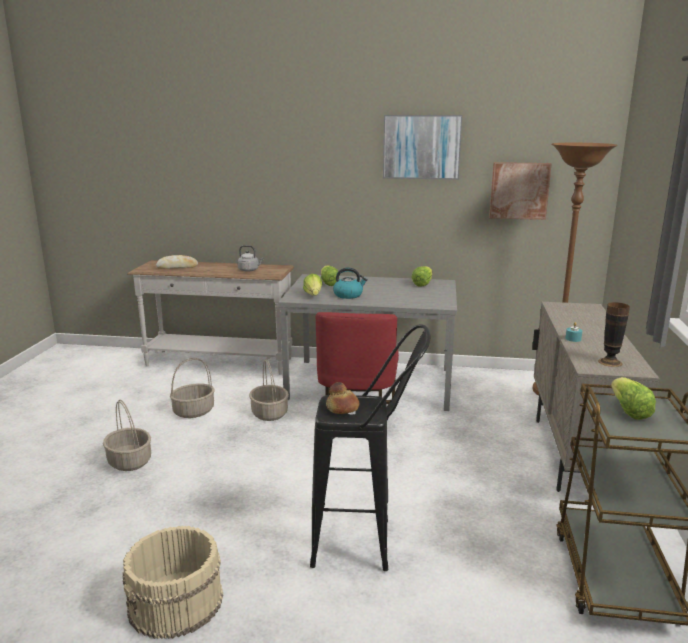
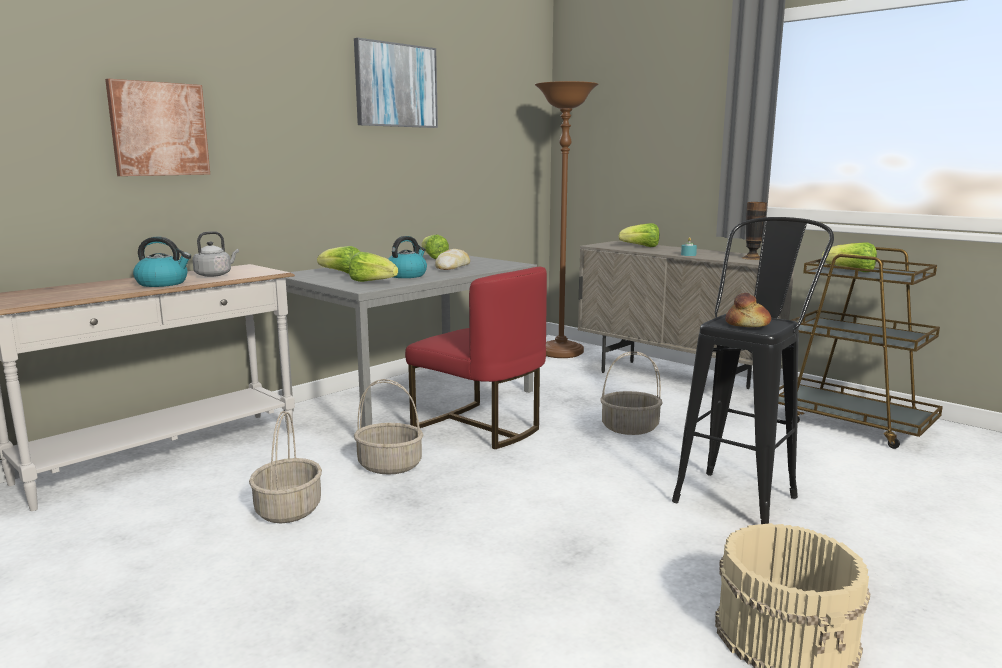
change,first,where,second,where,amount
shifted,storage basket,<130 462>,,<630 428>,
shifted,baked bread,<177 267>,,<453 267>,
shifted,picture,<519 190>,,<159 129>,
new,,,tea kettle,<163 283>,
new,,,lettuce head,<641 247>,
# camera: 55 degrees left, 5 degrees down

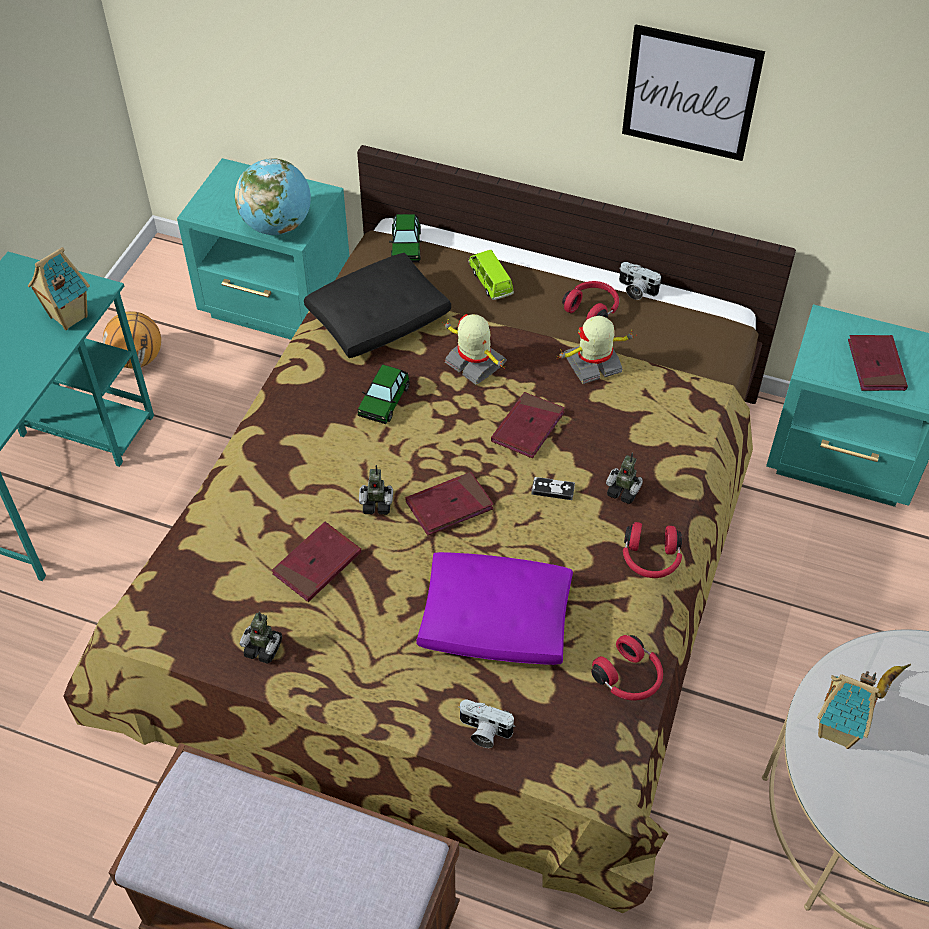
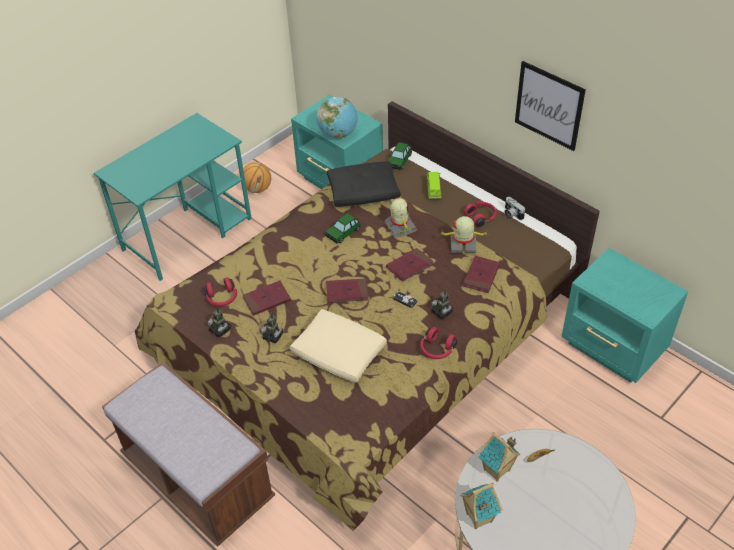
change,first,where,second,where,amount
shifted,model house,<67 317>,,<478 517>,
shifted,model robot,<377 504>,,<273 336>,
repainted,cushion (purple),<497 620>,cushion (beige),<339 353>,
gone,photo camera,<483 732>,,,
shifted,pair of headphones (red-coloured),<629 678>,,<222 298>,
shifted,bound book (red-coloured),<876 365>,,<481 276>,
# camera: 25 degrees right, 5 degrees down

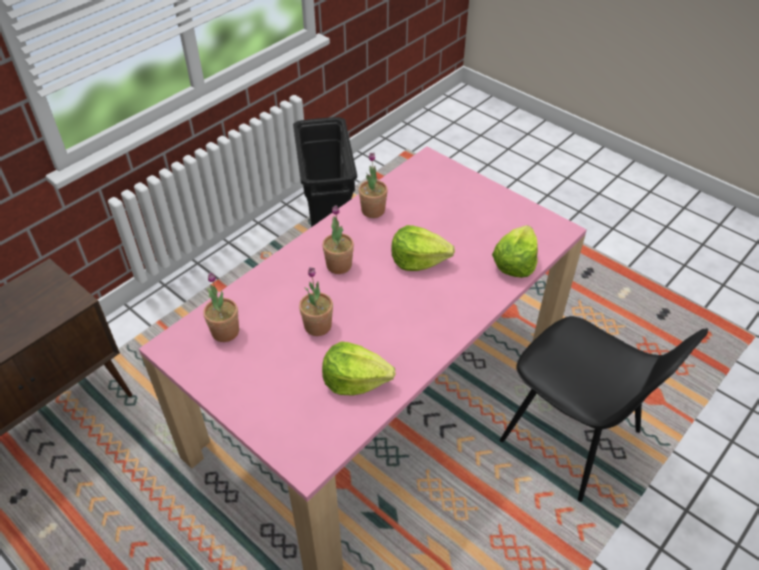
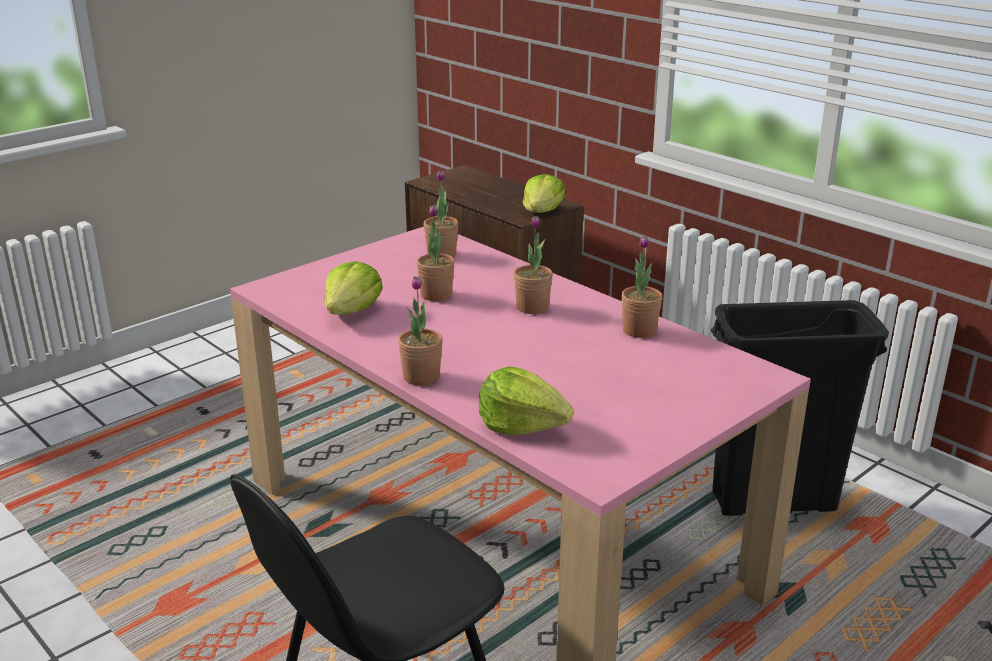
change,first,where,second,where,amount
shifted,lettuce head,<418 260>,,<542 212>,
new,,,potted plant,<421 377>,
# camera: 95 degrees right, 20 degrees down

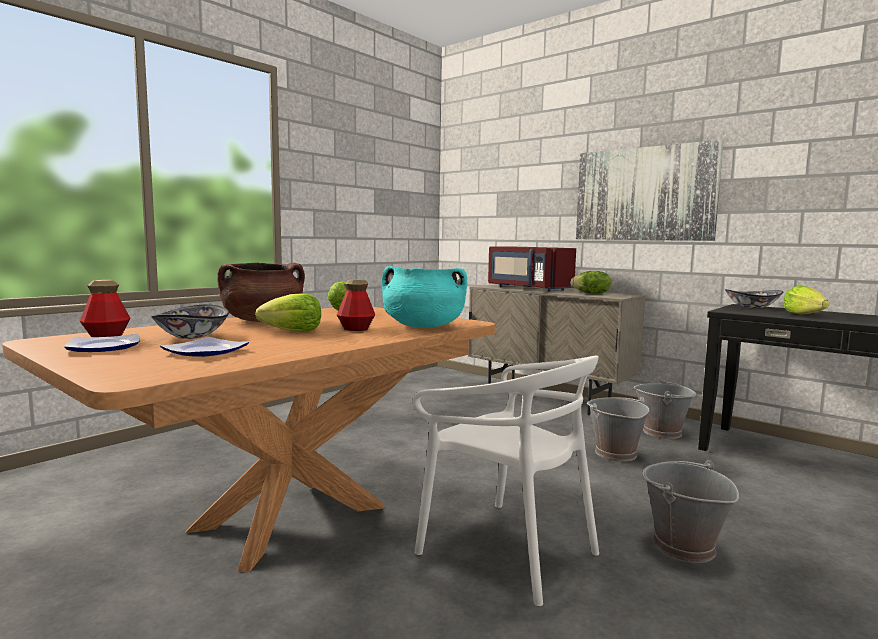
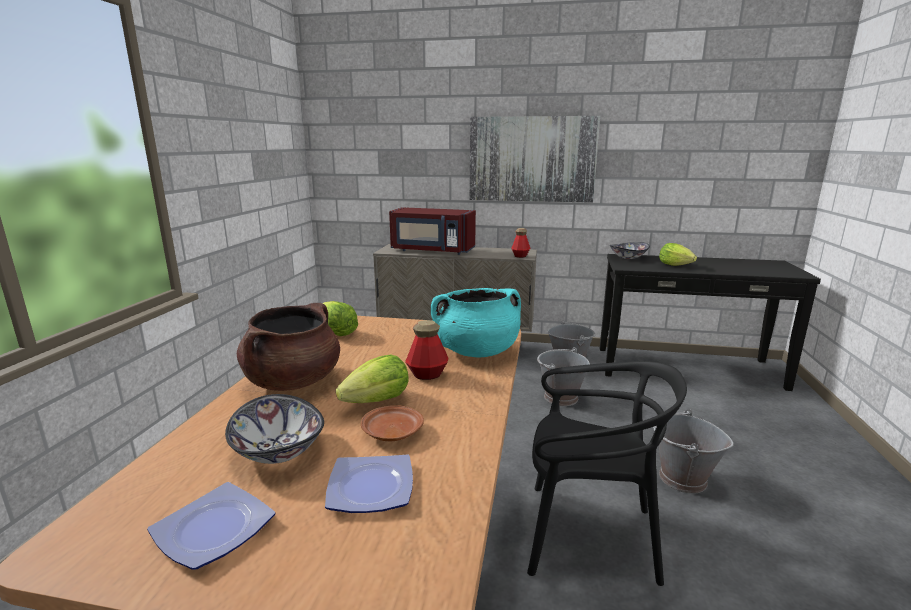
change,first,where,second,where,amount
shifted,beverage bottle,<106 336>,,<520 256>,
repainted,chair (whitish),<508 550>,chair (black),<588 535>,
gone,lettuce head,<591 293>,,,
new,,,dinner plate (brown),<391 432>,
# camera: 30 degrees left, 10 degrees up

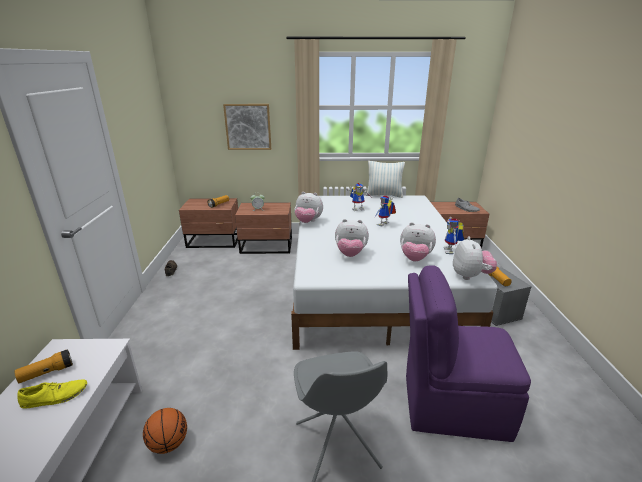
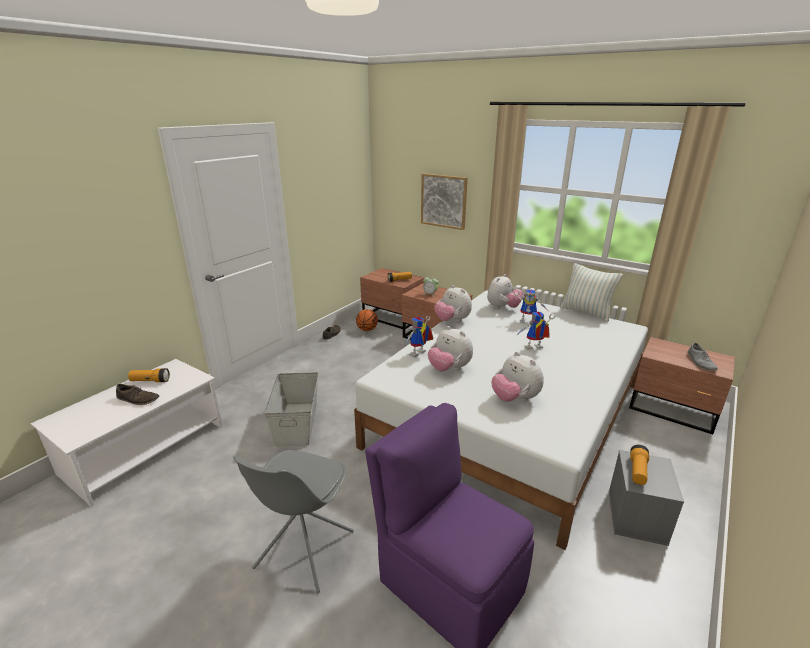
change,first,where,second,where,amount
repainted,shoe (yellowish),<55 397>,shoe (brown),<138 399>,
shifted,basketball ball,<168 444>,,<367 329>,
shifted,model robot,<451 251>,,<418 354>,
shifted,plush toy,<470 276>,,<503 308>,
new,,,storage bin (gray),<297 423>,
# camera: 35 degrees right, 0 degrees up

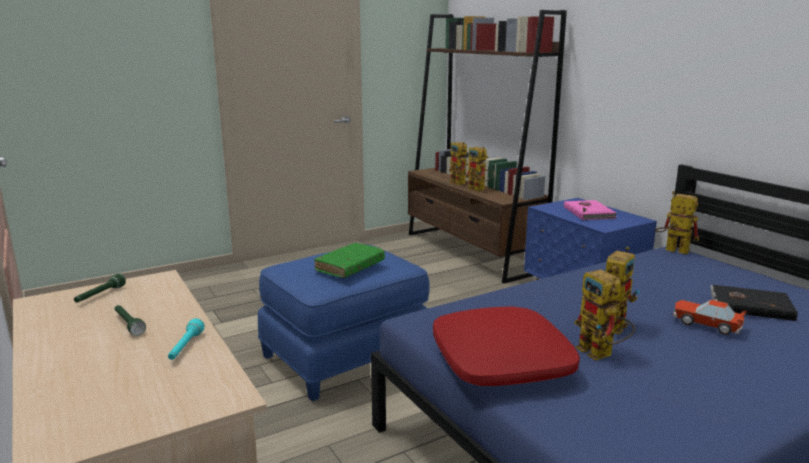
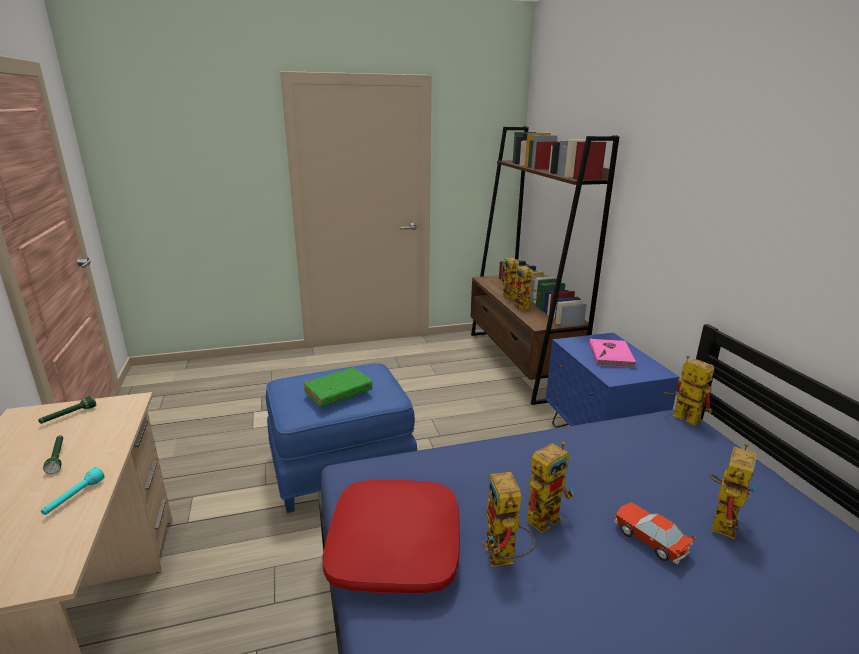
change,first,where,second,where,amount
swapped,bound book (black),<750 305>,model robot,<721 519>,
# camera: 15 degrees right, 5 degrees up

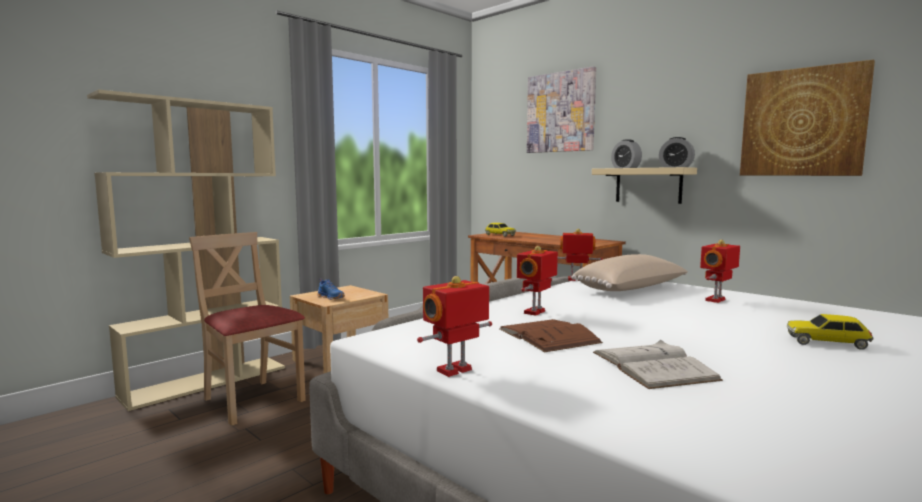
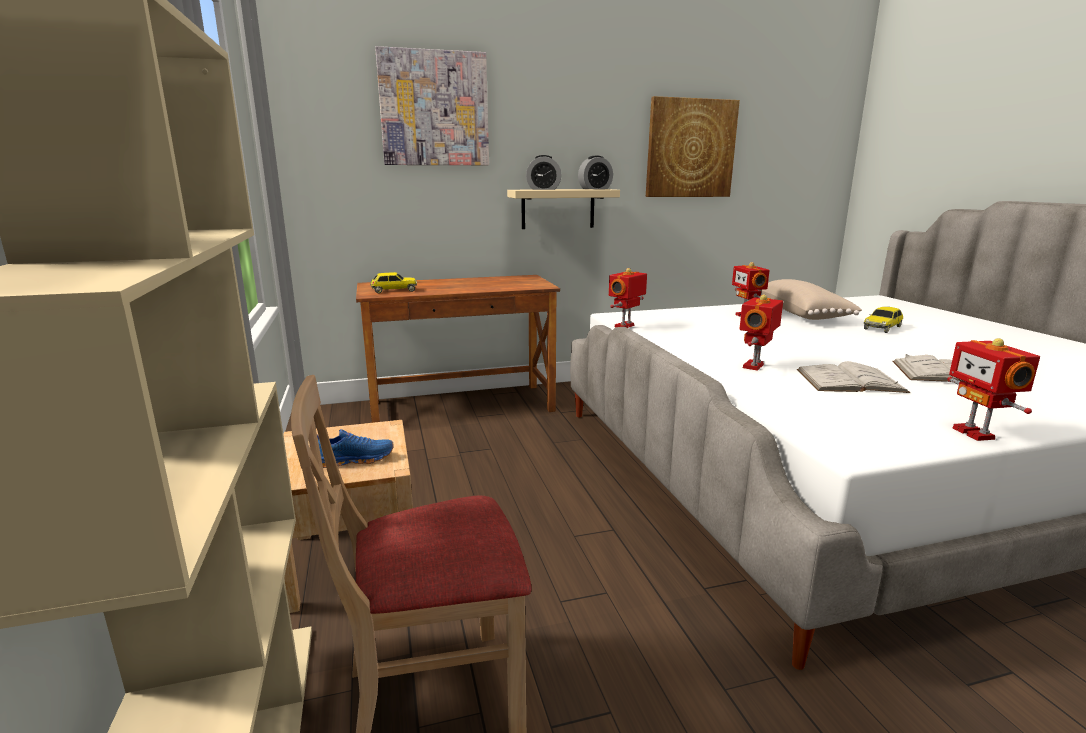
change,first,where,second,where,amount
repainted,bound book (brown),<548 336>,bound book (whitish),<850 381>,
rotated,model robot,<536 312>,,<755 366>,60 degrees clockwise
shifted,cushion (beige),<631 289>,,<803 314>,
# camera: 60 degrees left, 10 degrees up

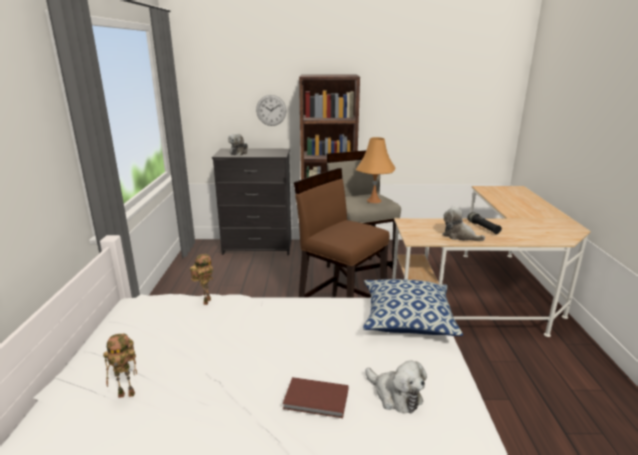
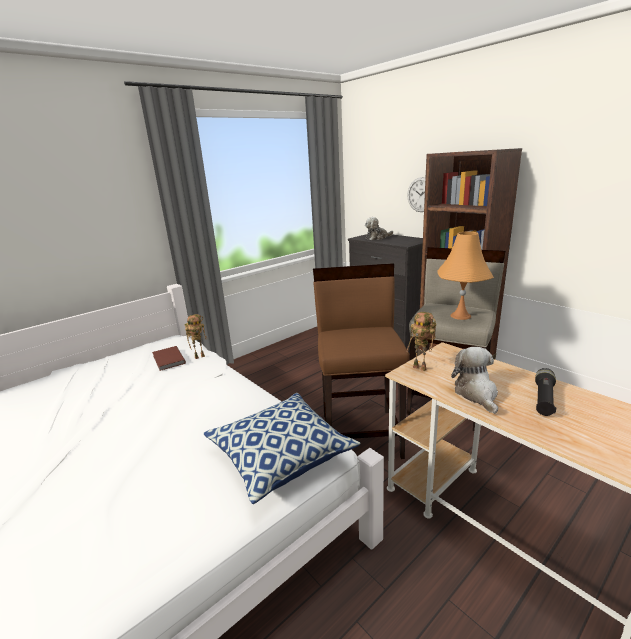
change,first,where,second,where,amount
shifted,model robot,<128 393>,,<421 368>,
shifted,bound book (brown),<317 400>,,<168 360>,
gone,plush toy,<395 395>,,,
# camera: 50 degrees right, 0 degrees up

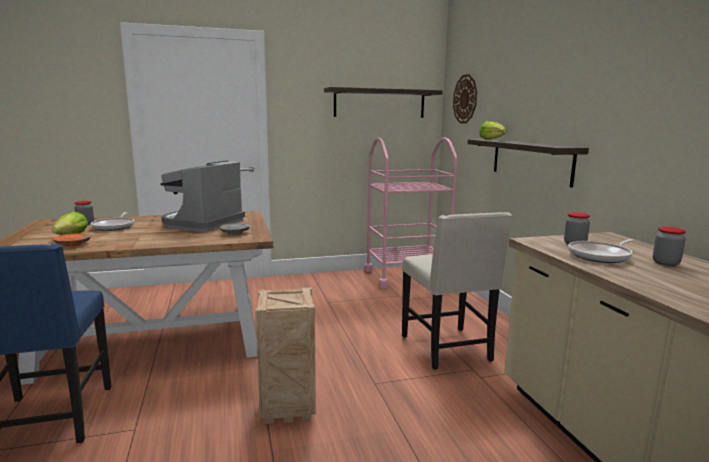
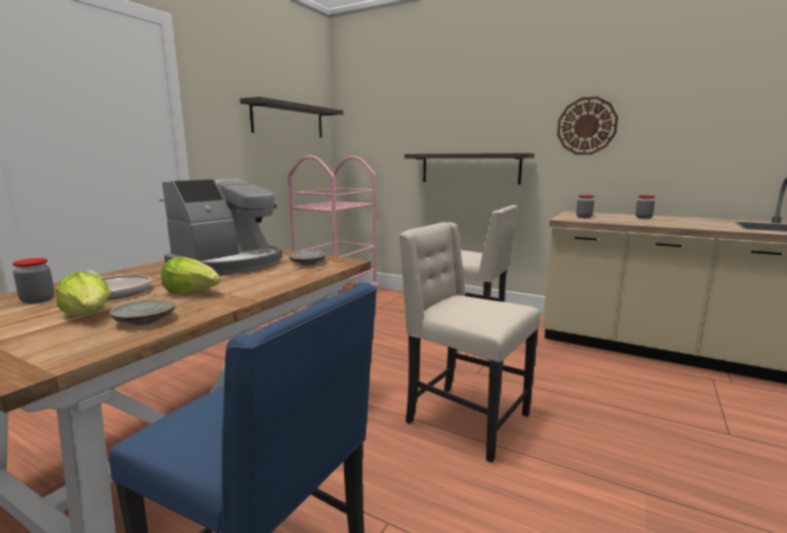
change,first,where,second,where,amount
repainted,dinner plate (orangey),<73 244>,dinner plate (gray),<145 320>,
rotated,coffee brewer,<202 223>,,<229 264>,120 degrees counterclockwise
swapped,shipping crate,<289 407>,chair (beige),<464 419>,
shifted,hanging clock,<465 99>,,<586 126>,
shifted,lettuce head,<492 139>,,<193 292>,
gone,pan,<601 256>,,,
# camera: 45 degrees left, 0 degrees up

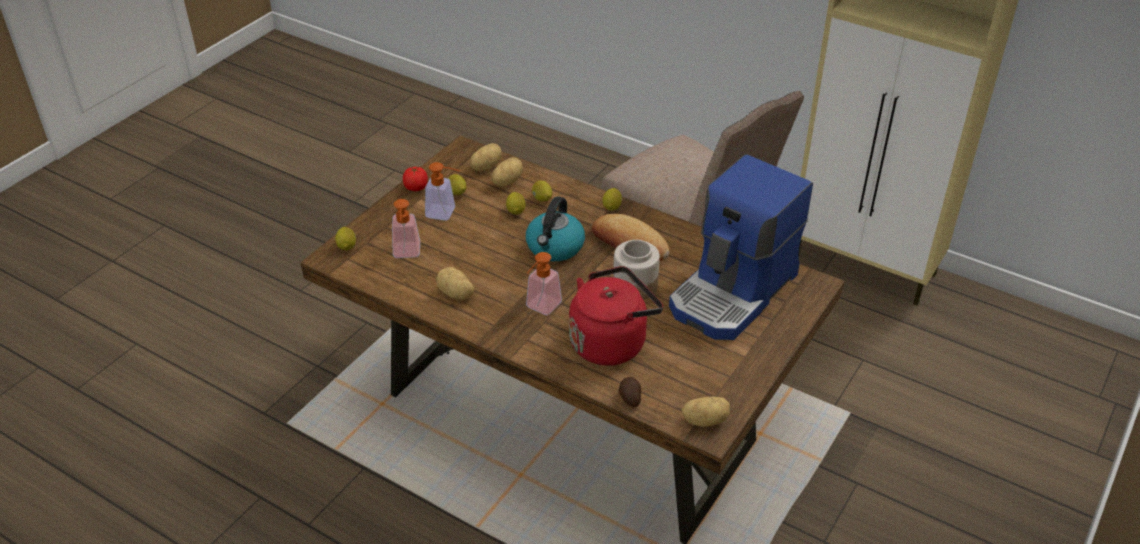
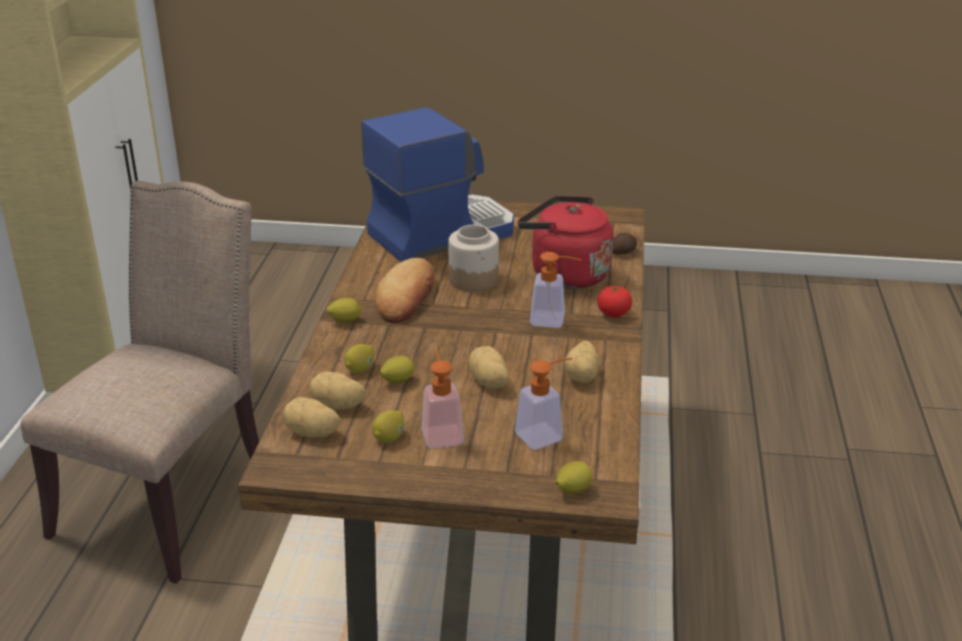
change,first,where,second,where,amount
shifted,fresh tomato,<416 188>,,<614 313>,
gone,tea kettle,<555 247>,,,
rotated,coffee brewer,<734 293>,,<441 233>,45 degrees counterclockwise
shifted,whole potato,<705 420>,,<488 382>,
# camera: 115 degrees left, 10 degrees down

